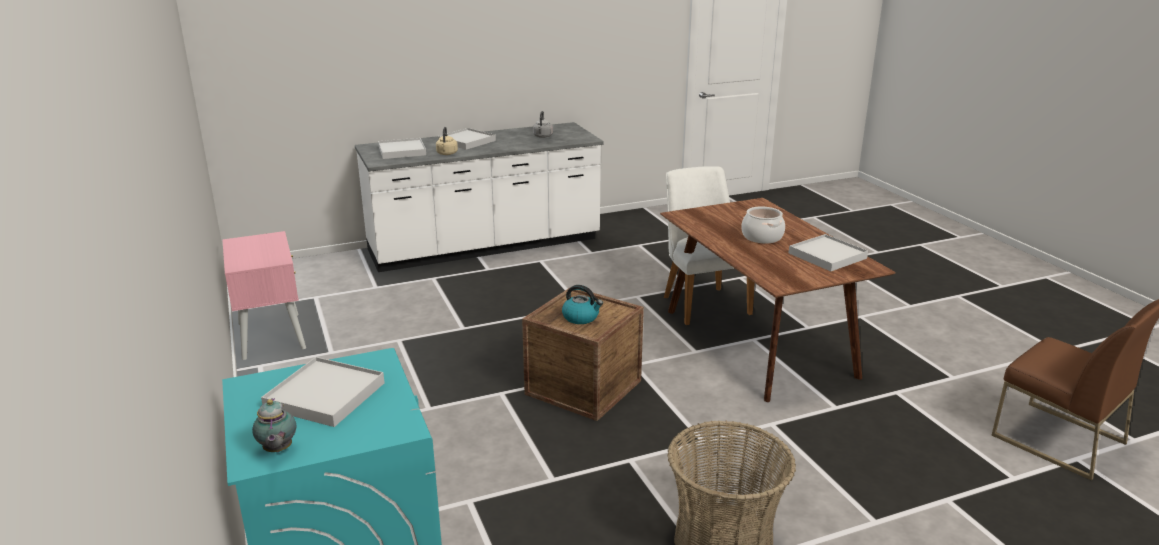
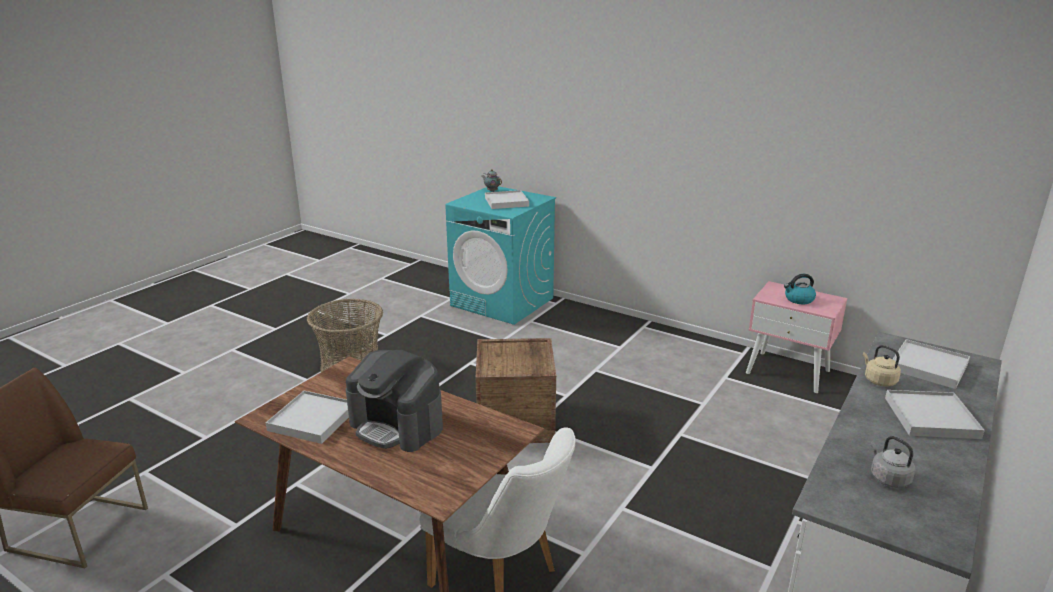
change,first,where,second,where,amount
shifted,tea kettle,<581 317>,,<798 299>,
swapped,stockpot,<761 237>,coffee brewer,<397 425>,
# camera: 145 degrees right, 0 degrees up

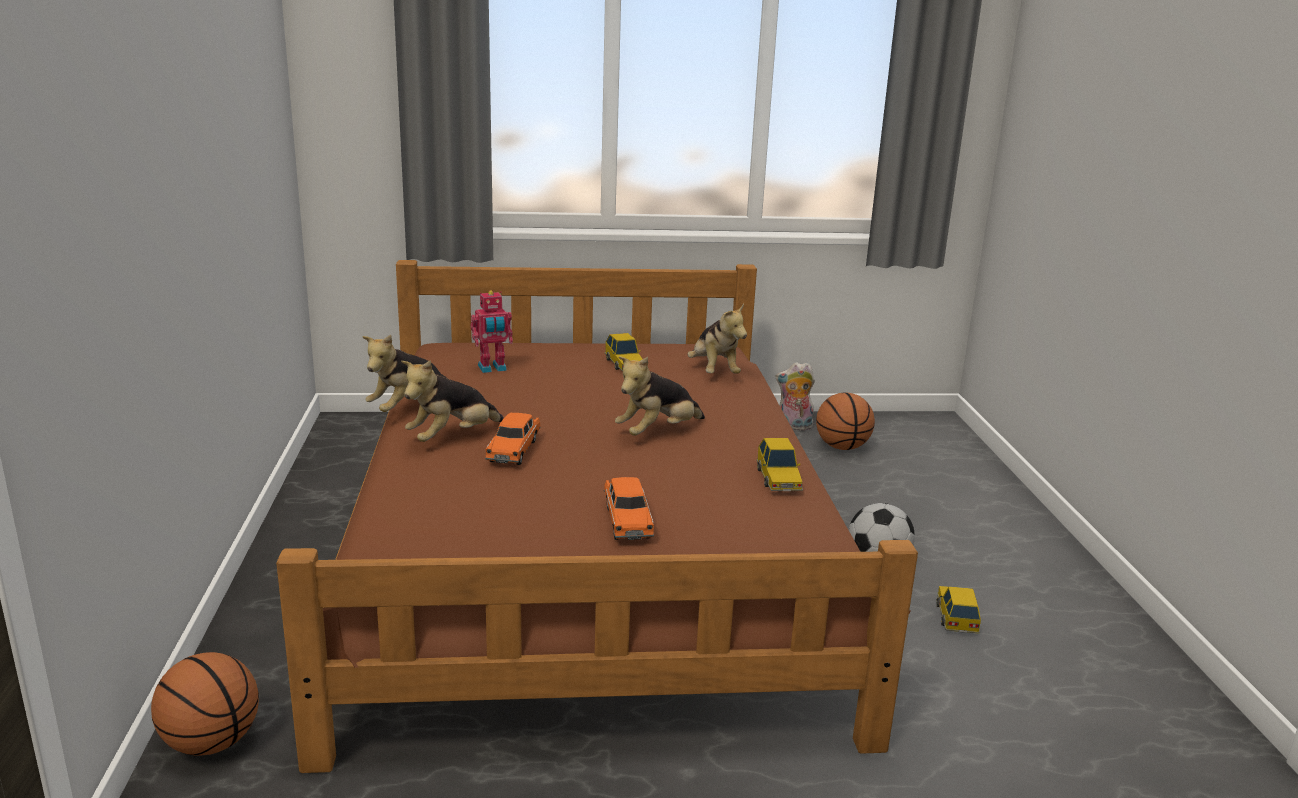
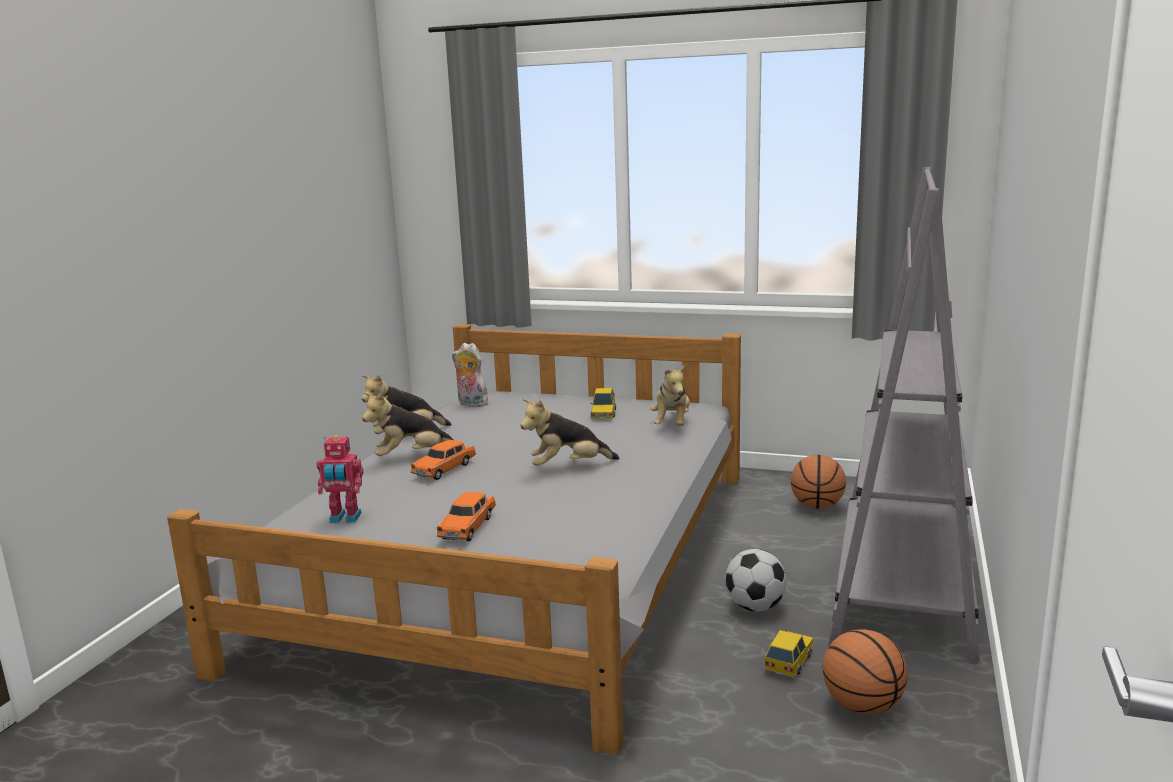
change,first,where,second,where,amount
shifted,basketball ball,<211 743>,,<862 706>,
repainted,sleeping bed (brown),<588 550>,sleeping bed (gray),<520 561>,
shifted,model robot,<492 369>,,<344 518>,
gone,toy car,<779 479>,,,
shifted,plush toy,<793 427>,,<471 404>,
new,,,shelving unit (gray),<902 589>,
# camera: 25 degrees right, 5 degrees down

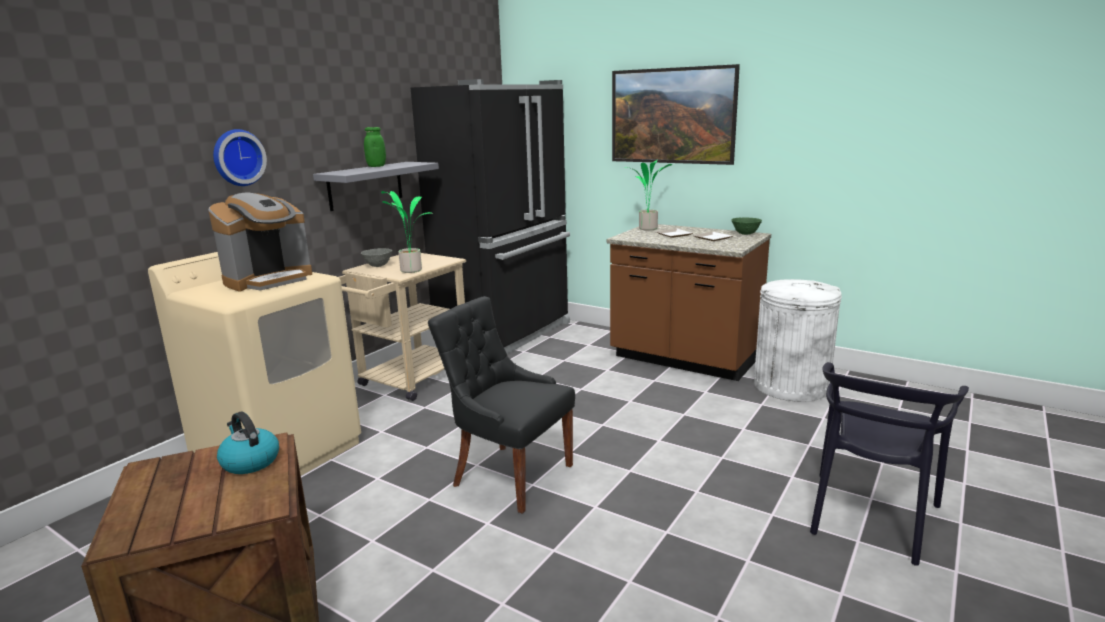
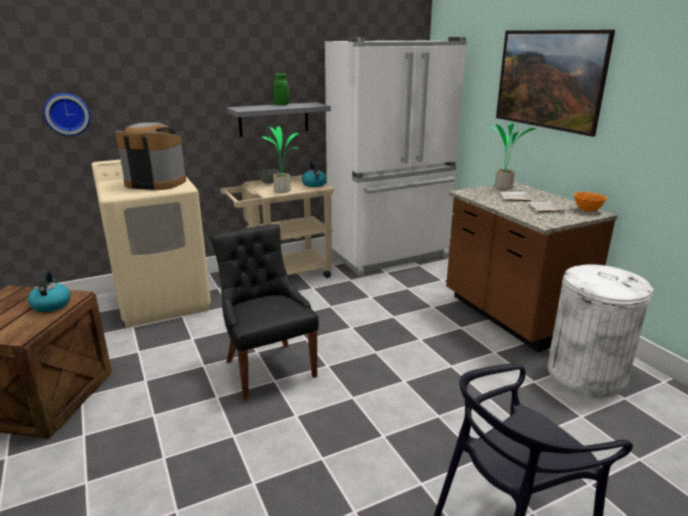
change,first,where,second,where,amount
rotated,coffee brewer,<269 280>,,<156 183>,150 degrees counterclockwise
shifted,hanging clock,<237 157>,,<67 114>,
repainted,refrigerator (black),<507 334>,refrigerator (whitish),<389 255>,
repainted,deep dish (green),<745 234>,deep dish (orangey),<587 210>,
new,,,tea kettle,<314 184>,
# camera: 30 degrees right, 5 degrees up

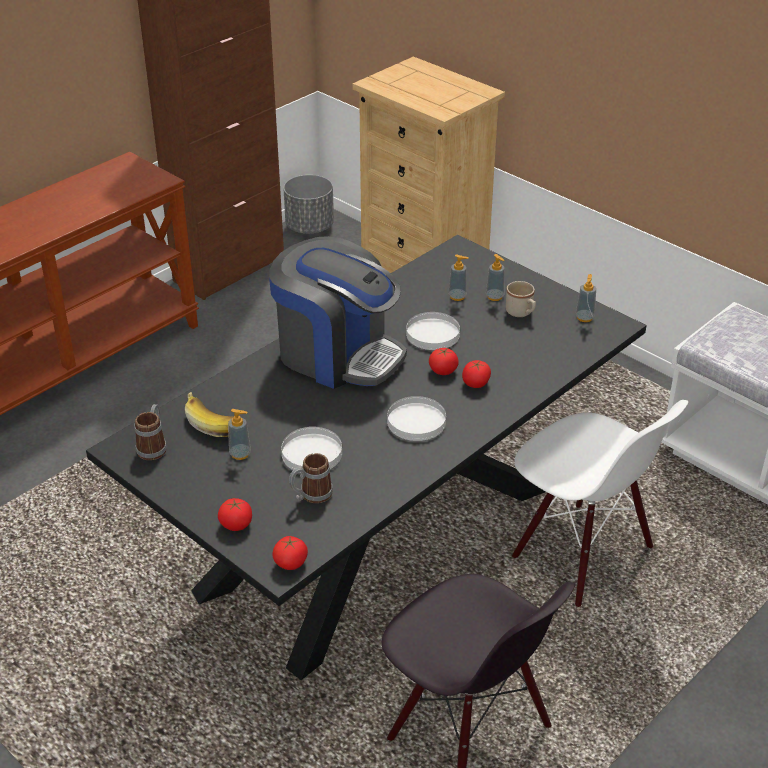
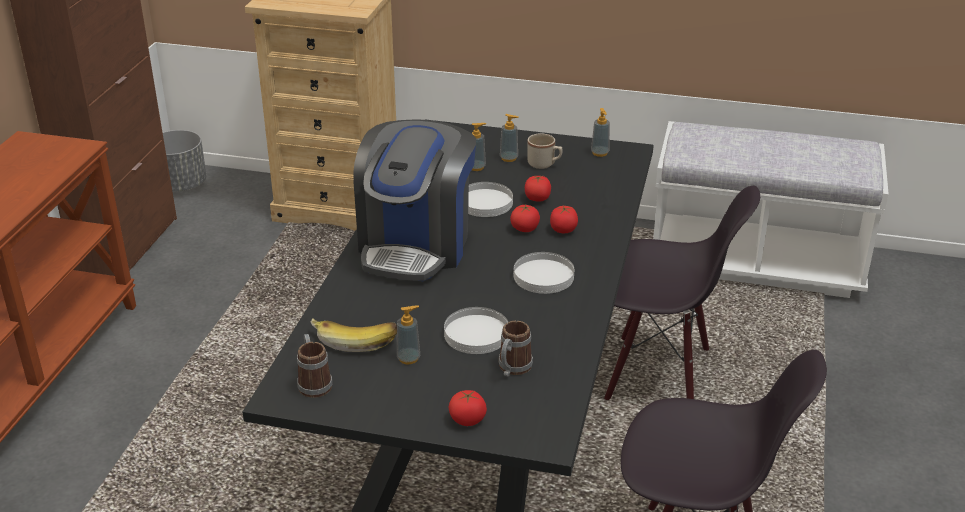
change,first,where,second,where,amount
rotated,coffee brewer,<338 354>,,<416 245>,105 degrees clockwise
shifted,fresh tomato,<290 563>,,<537 199>,
repainted,chair (whitish),<581 554>,chair (black),<658 376>,
# camera: 30 degrees left, 5 degrees down

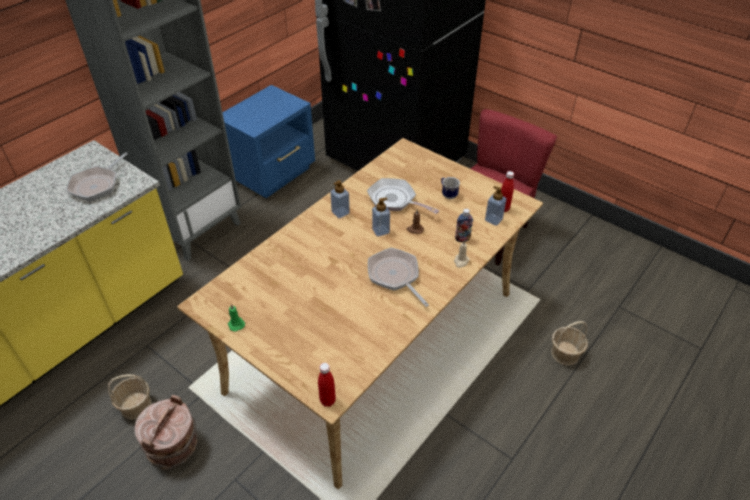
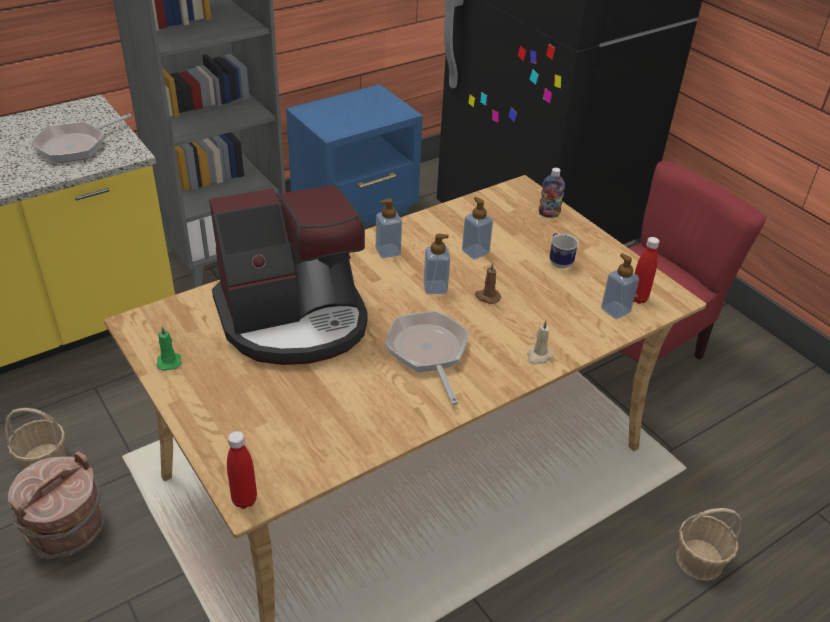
change,first,where,second,where,amount
swapped,pan,<395 200>,soap bottle,<475 252>,
shifted,beverage bottle,<462 239>,,<548 214>,
new,,,coffee brewer,<294 319>,
# camera: 15 degrees right, 5 degrees down

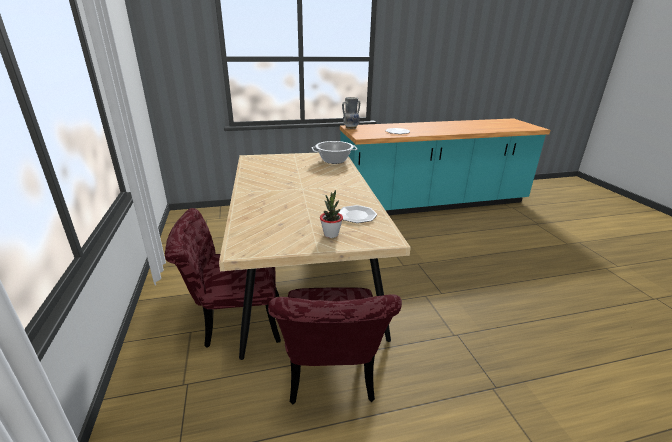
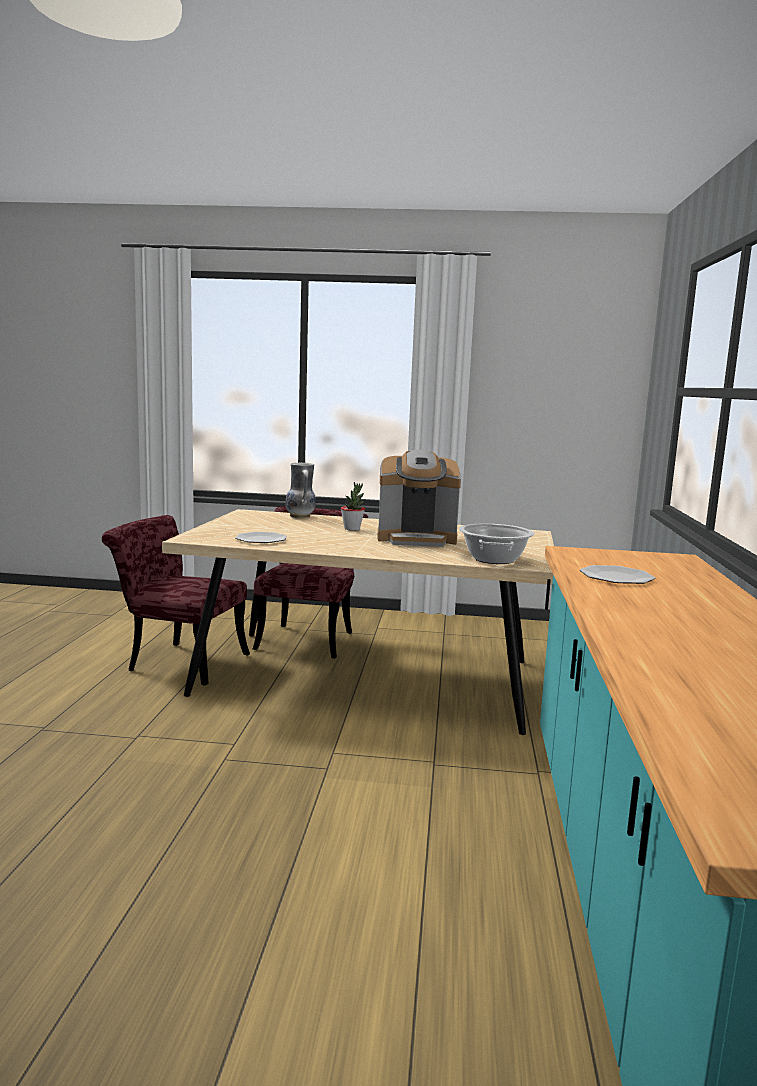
change,first,where,second,where,amount
shifted,potted plant,<331 234>,,<352 529>,
shifted,vase,<350 127>,,<300 516>,
new,,,coffee brewer,<417 539>,
# camera: 110 degrees right, 15 degrees down

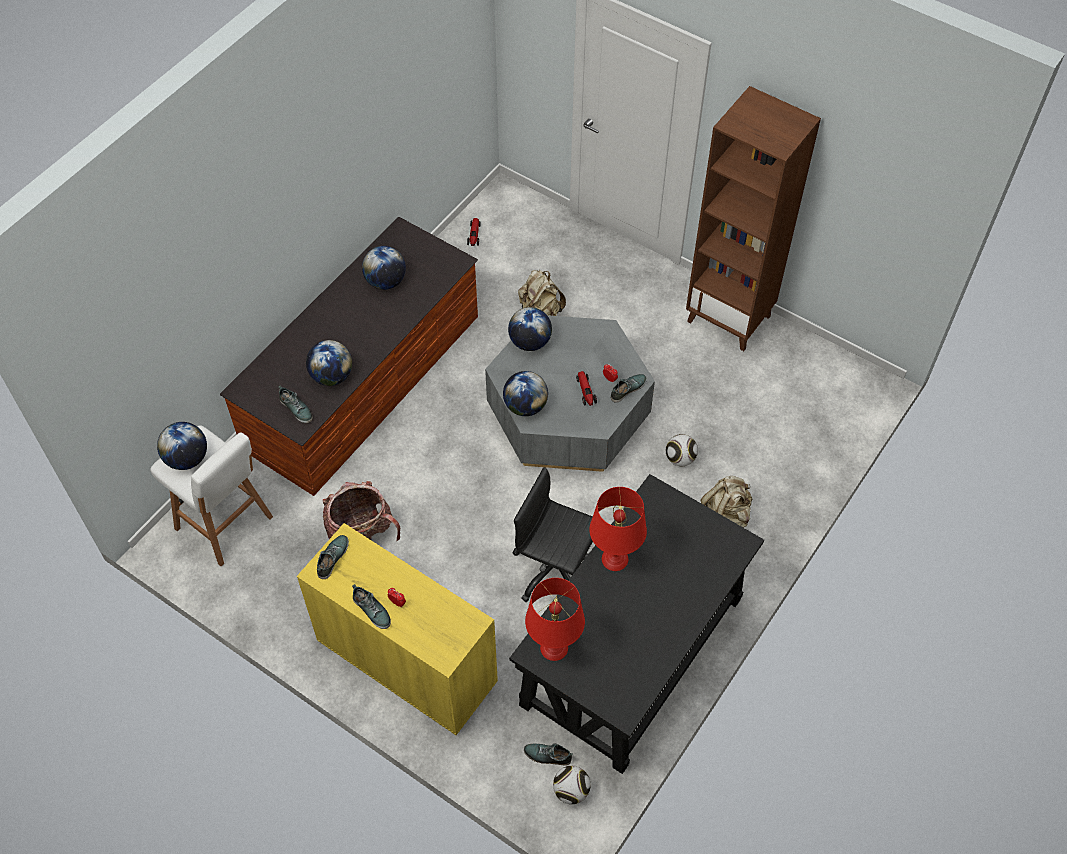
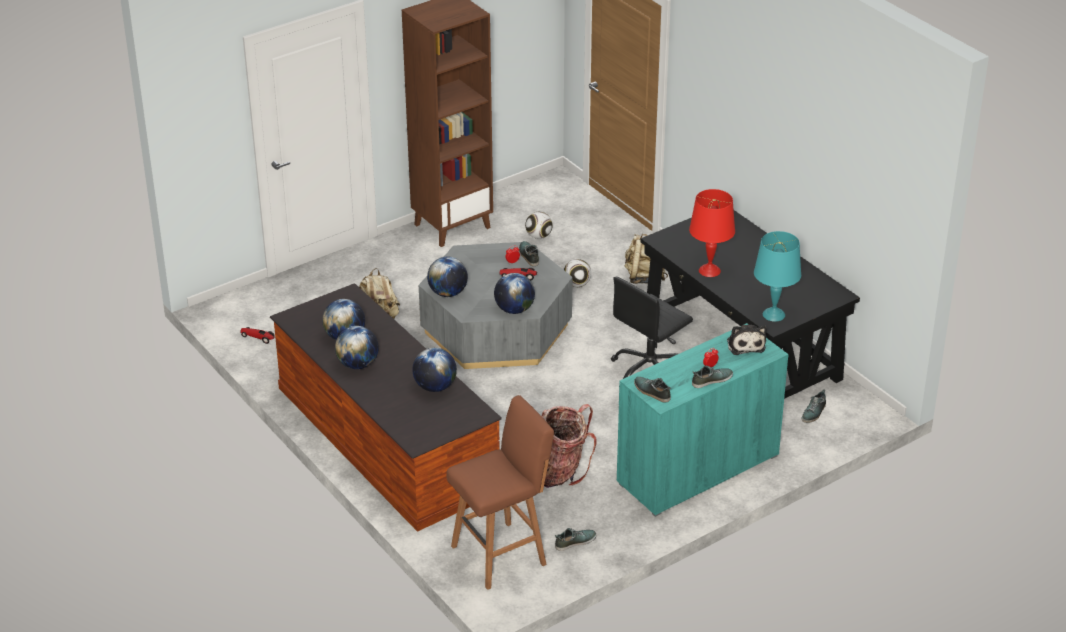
change,first,where,second,where,amount
repainted,stool (whitish),<226 525>,stool (brown),<501 554>,
shifted,desk globe,<187 458>,,<358 364>,
shifted,shoe,<296 408>,,<575 542>,
repainted,cabinet (yellowish),<407 661>,cabinet (turquoise-coloured),<697 469>,
repainted,table lamp (red-coloured),<554 648>,table lamp (turquoise-coloured),<774 314>,
shifted,football ball,<571 791>,,<538 236>,
new,,,plush toy,<745 344>,
# camera: 70 degrees left, 20 degrees down

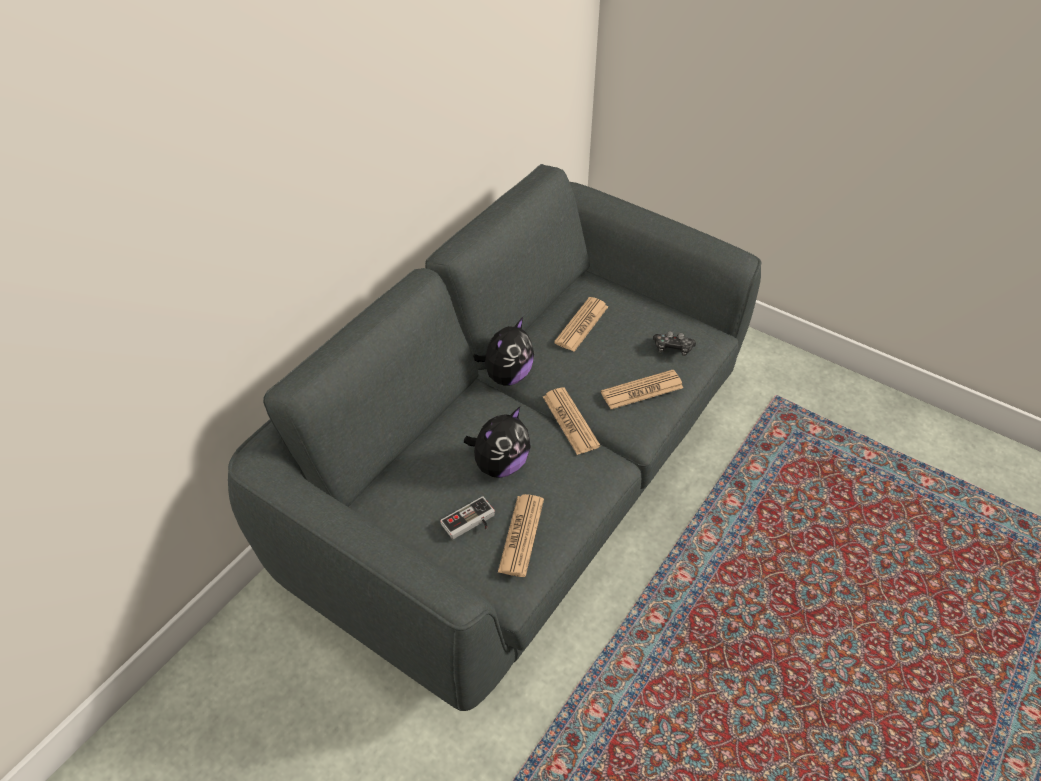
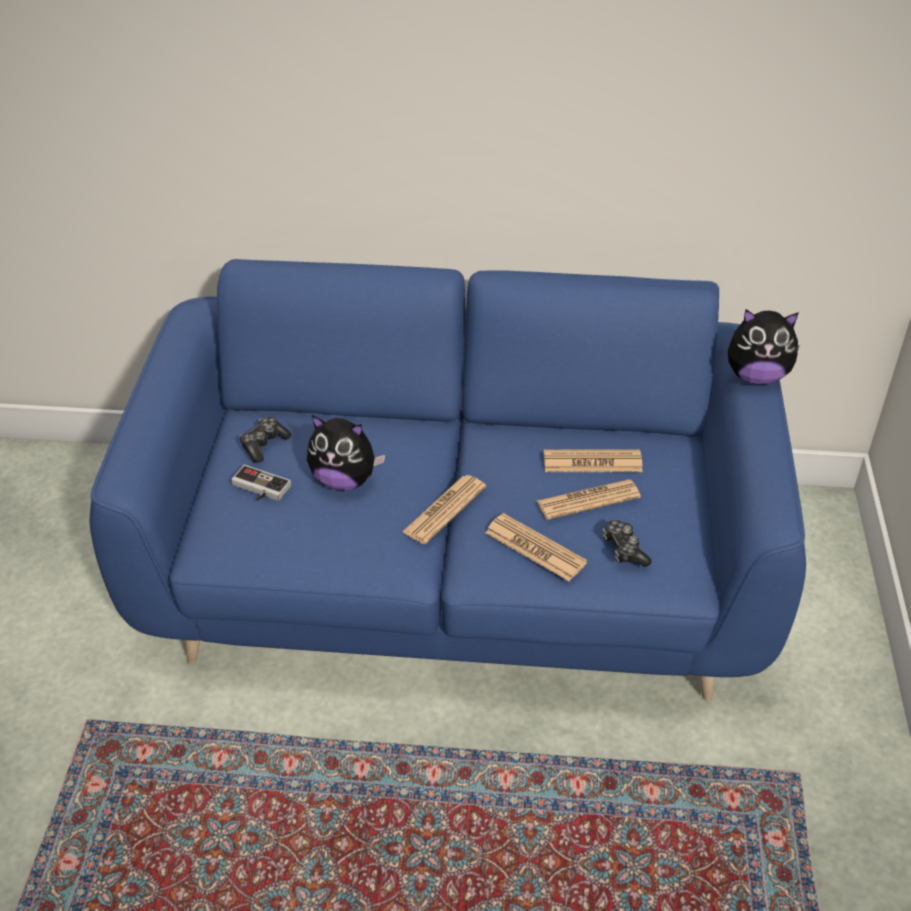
change,first,where,second,where,amount
repainted,sofa (gray),<520 485>,sofa (blue),<455 581>,
shifted,plush toy,<506 376>,,<756 376>,
shifted,daily paper,<521 535>,,<588 500>,
new,,,game controller,<264 445>,
# camera: 60 degrees right, 5 degrees down

